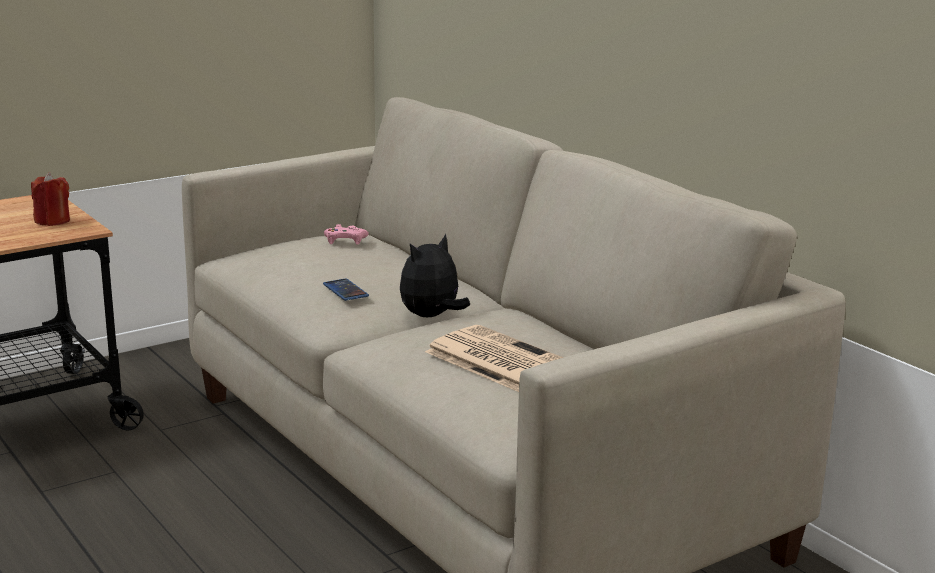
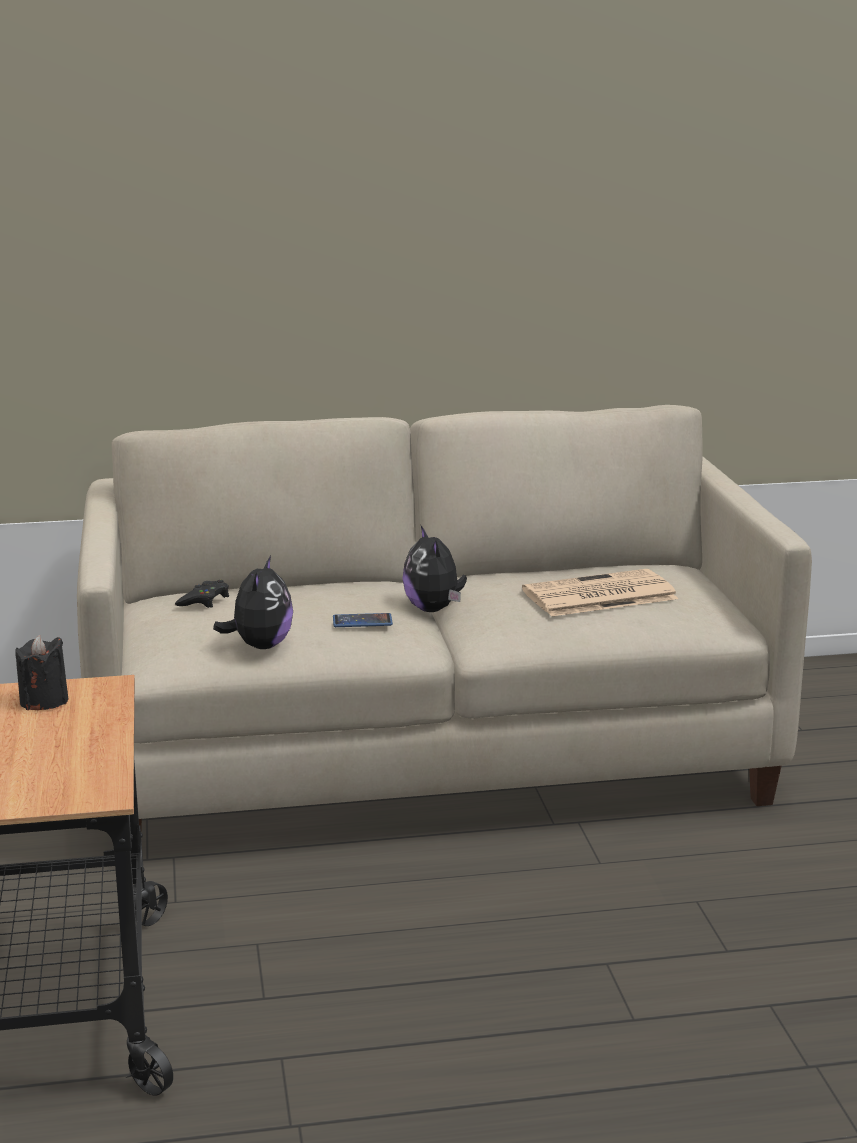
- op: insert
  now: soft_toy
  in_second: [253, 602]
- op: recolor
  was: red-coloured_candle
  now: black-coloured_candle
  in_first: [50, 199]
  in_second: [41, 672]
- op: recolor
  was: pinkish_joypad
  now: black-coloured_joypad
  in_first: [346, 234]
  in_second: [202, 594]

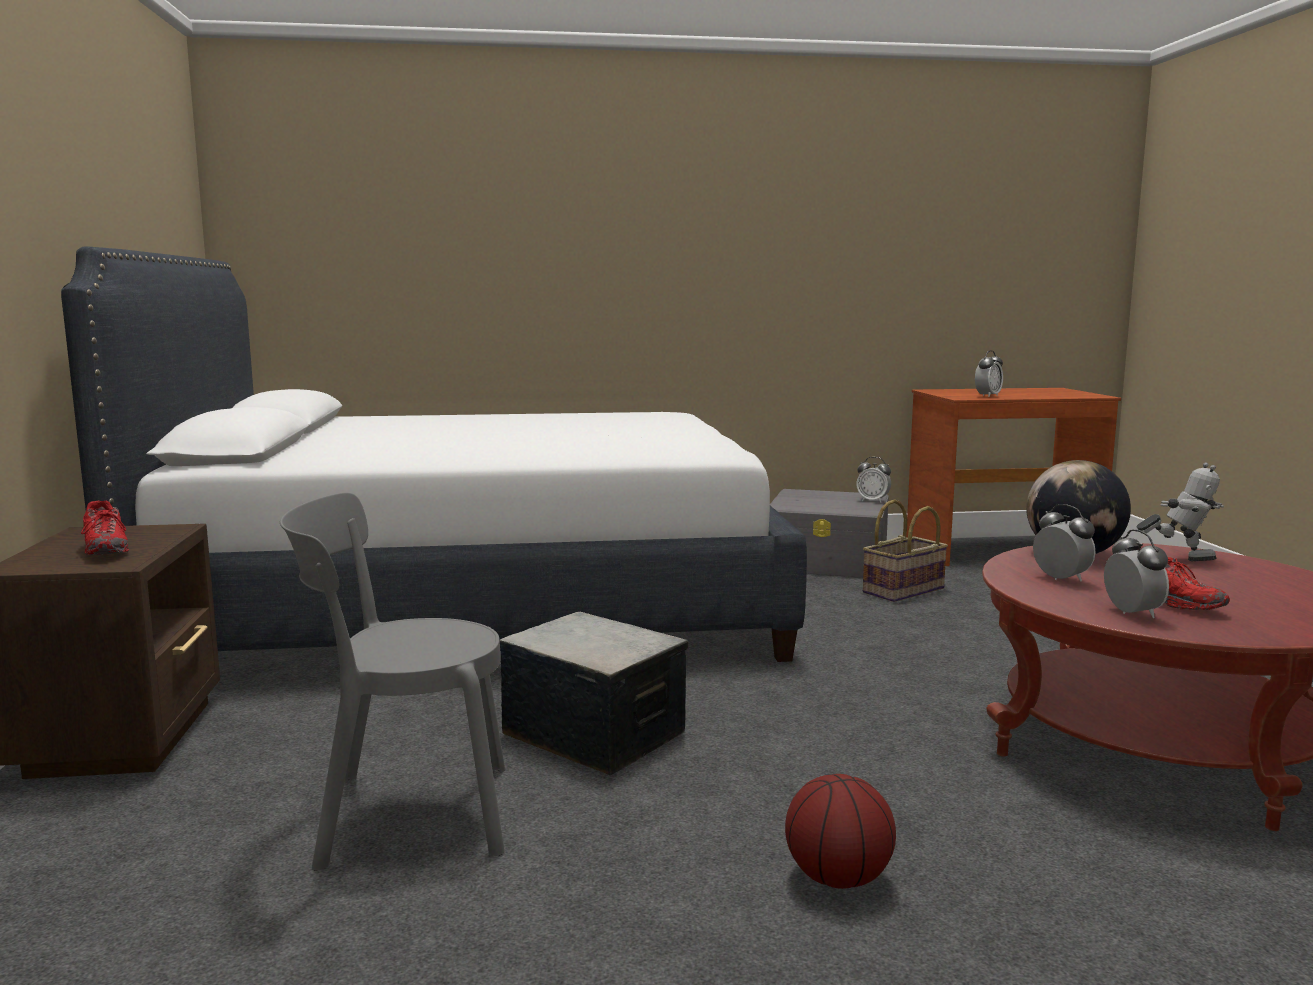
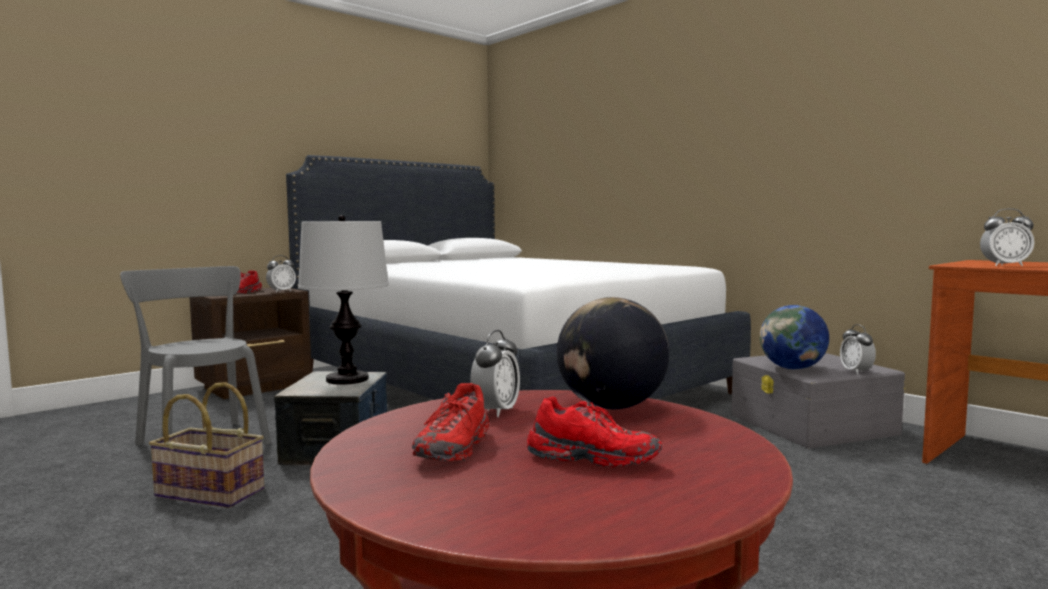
- op: delete
  was: ball_for_basketball
  in_first: [840, 831]
- op: delete
  was: model_robot
  in_first: [1180, 511]
- op: insert
  now: lamp_for_a_table
  in_second: [343, 300]
- op: insert
  now: red-coloured_item_of_footwear
  in_second: [594, 432]
- op: insert
  now: desk_globe
  in_second: [794, 337]
- op: move
  was: household_basket
  in_first: [905, 550]
  in_second: [206, 445]
- op: move
  was: alarm_clock
  in_first: [1136, 573]
  in_second: [281, 274]

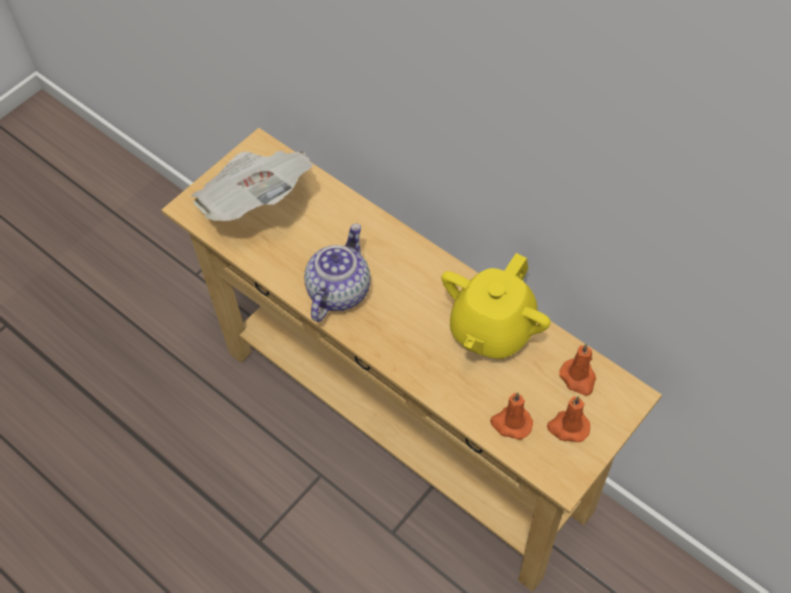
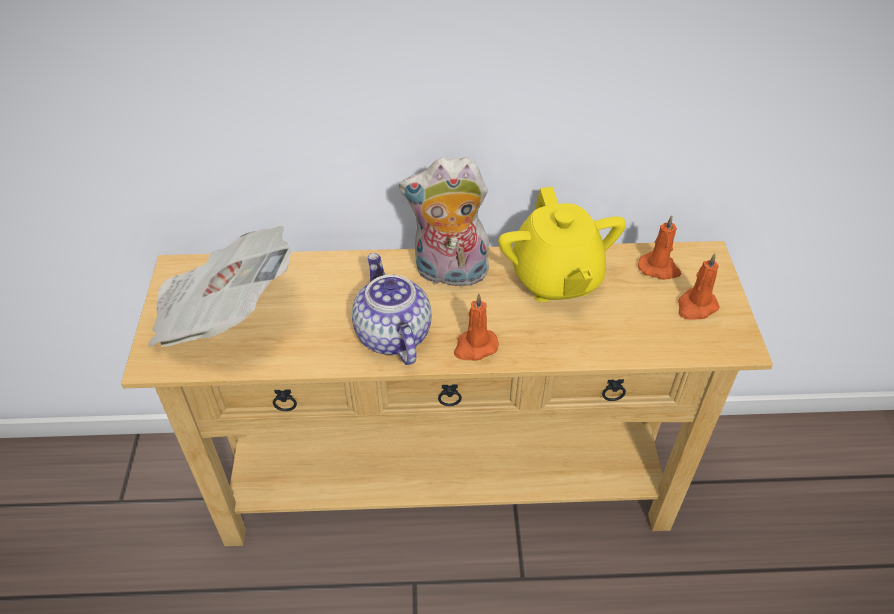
- op: insert
  now: soft_toy
  in_second: [444, 222]
- op: move
  was: orange_candle
  in_first: [511, 416]
  in_second: [476, 327]

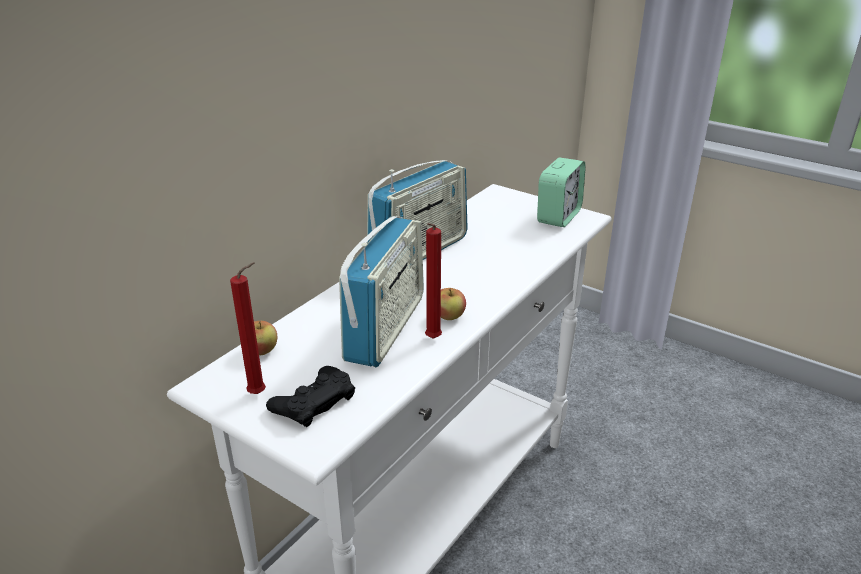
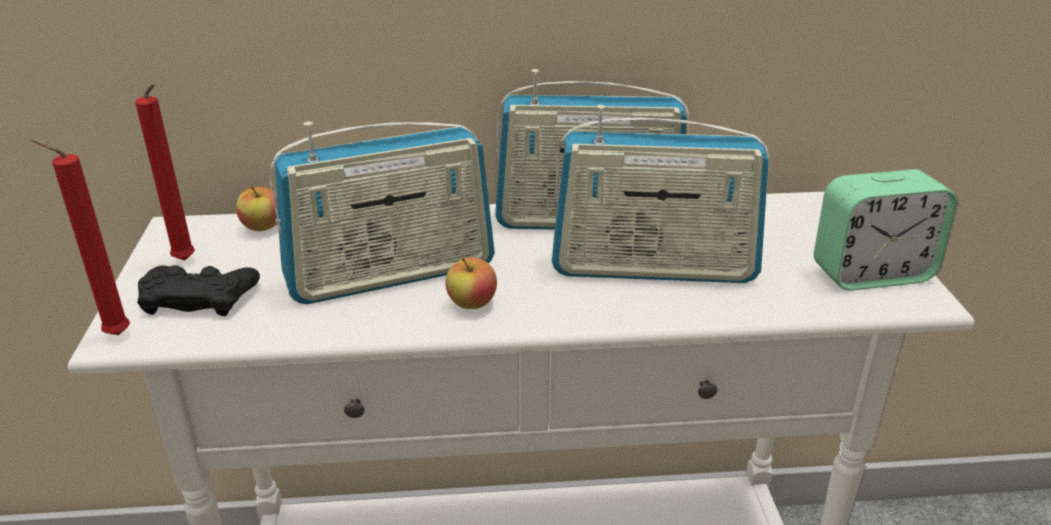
- op: insert
  now: radio_receiver
  in_second: [660, 194]
- op: move
  was: red-coloured_candle
  in_first: [433, 281]
  in_second: [80, 237]

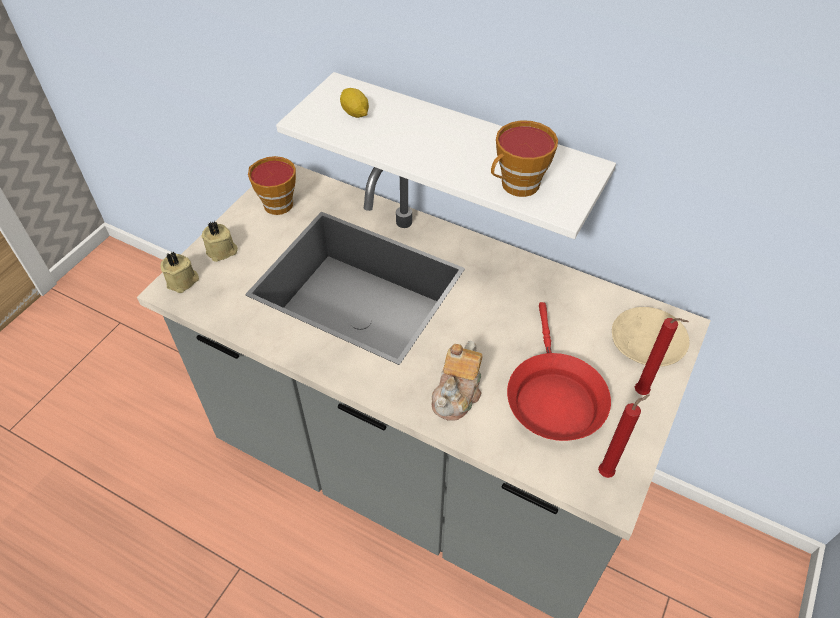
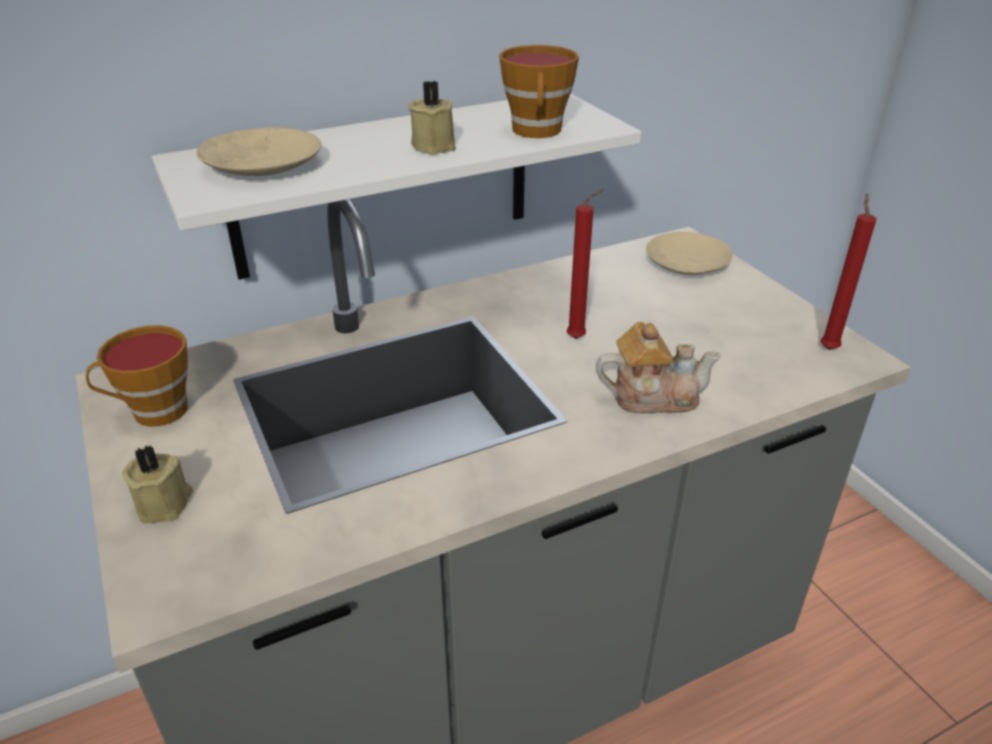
- op: delete
  was: red-coloured_skillet
  in_first: [559, 371]
- op: move
  was: sand-coloured_candle
  in_first: [179, 272]
  in_second: [432, 117]
- op: move
  was: red-coloured_candle
  in_first: [662, 356]
  in_second: [585, 264]
- op: replace
  was: lemon
  now: sand-coloured_flat_dish
  in_first: [354, 103]
  in_second: [258, 151]
- op: rotate
  was: tea_pot
  in_first: [457, 381]
  in_second: [658, 368]
  clockwise: -60

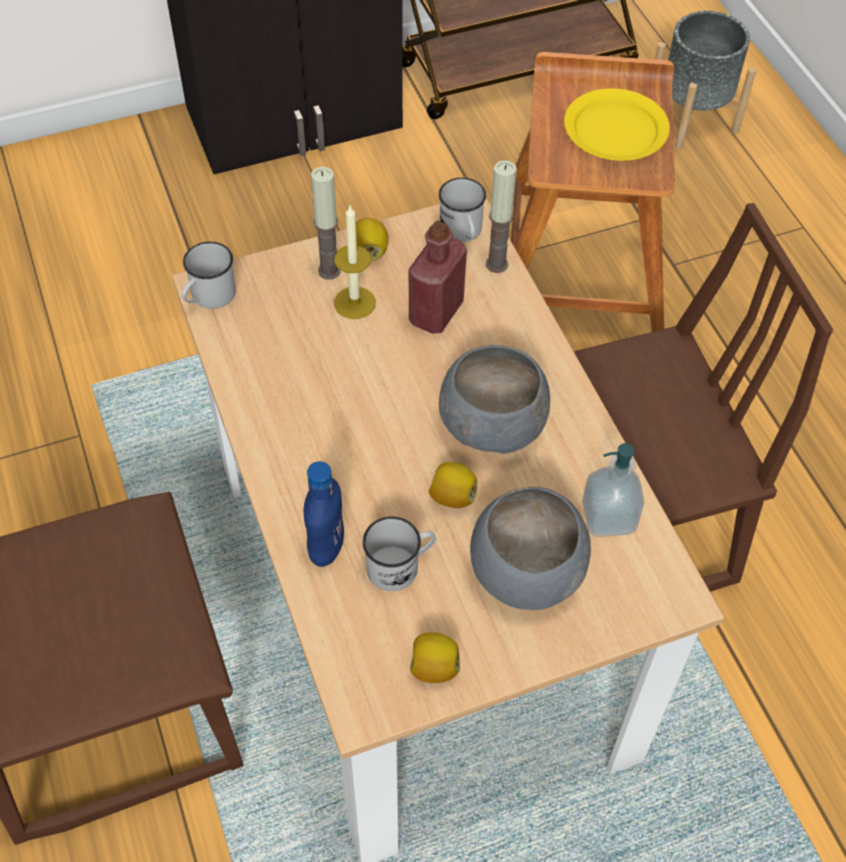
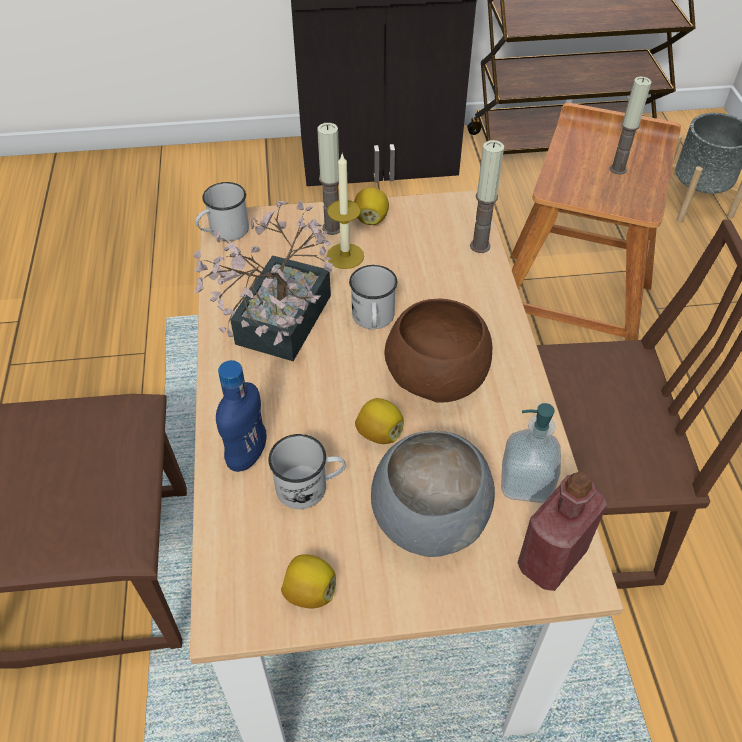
- op: insert
  now: potted_plant
  in_second: [263, 280]
- op: move
  was: red-coloured_beverage_bottle
  in_first: [437, 277]
  in_second: [563, 531]
- op: move
  was: white_tea_mug
  in_first: [462, 210]
  in_second: [373, 297]
- op: replace
  was: yellow-coloured_flat_dish
  now: candle
  in_first: [617, 124]
  in_second: [630, 126]
- op: recolor
  was: gray_serving_bowl
  now: brown_serving_bowl
  in_first: [494, 399]
  in_second: [438, 350]

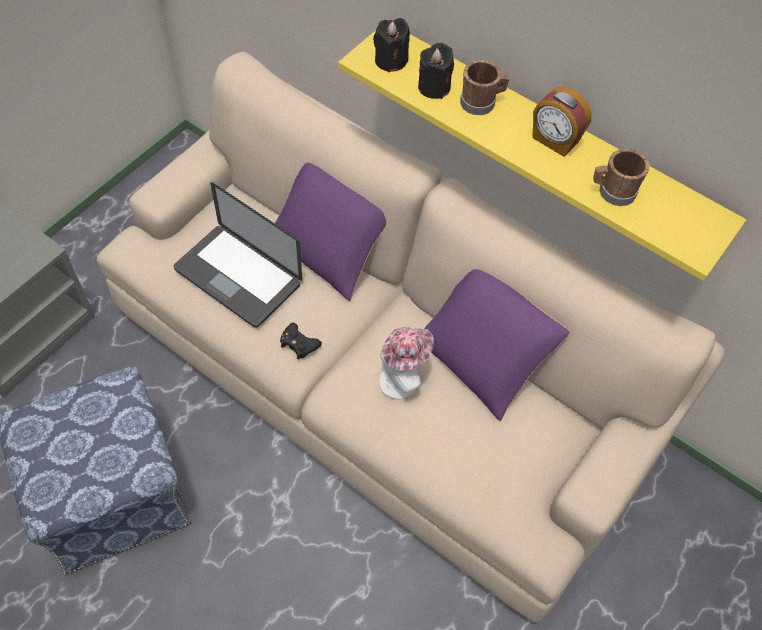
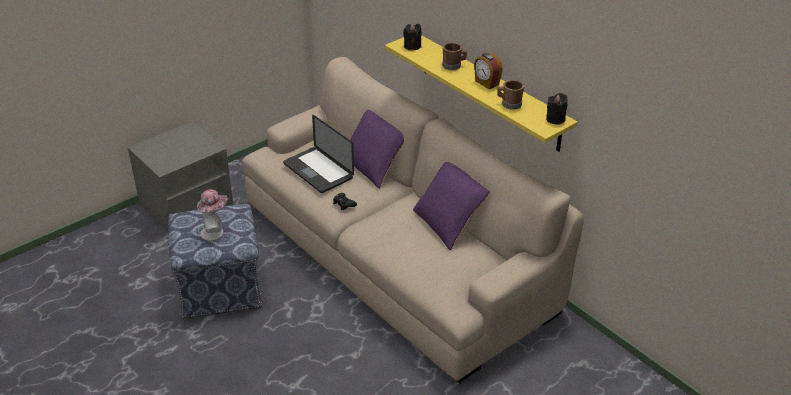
- op: move
  was: wearable_hat
  in_first: [406, 363]
  in_second: [212, 215]
- op: move
  was: black-coloured_candle
  in_first: [436, 71]
  in_second: [557, 109]

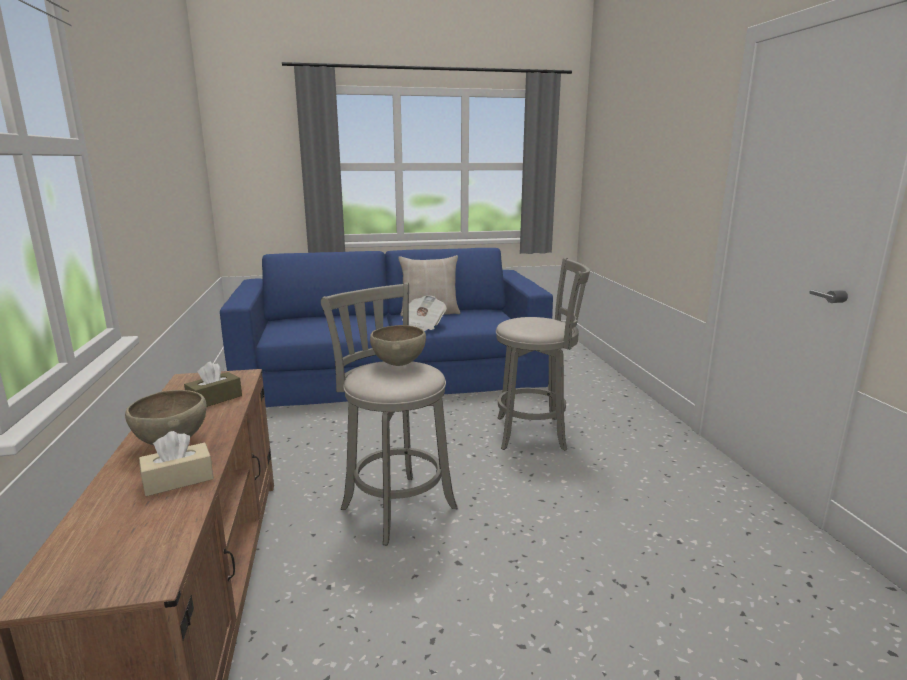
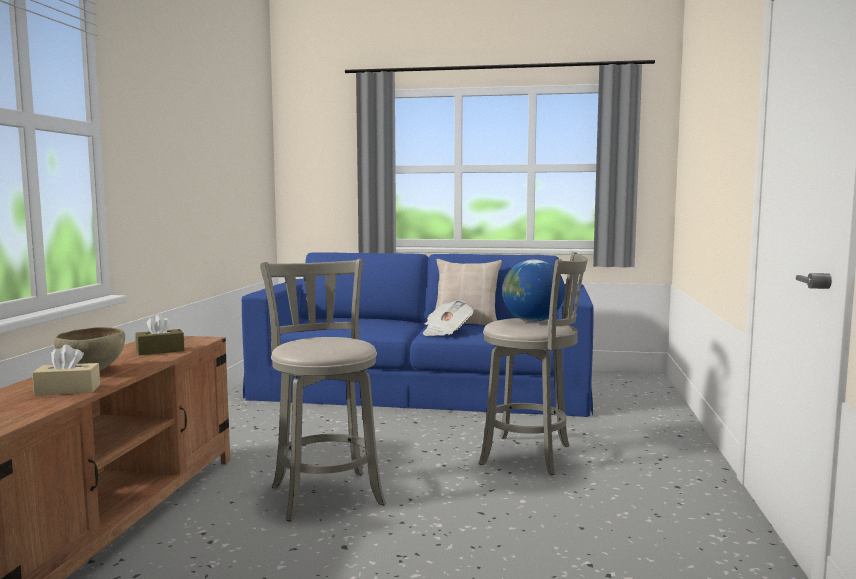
- op: delete
  was: brown_serving_bowl
  in_first: [398, 345]
- op: insert
  now: desk_globe
  in_second: [533, 290]

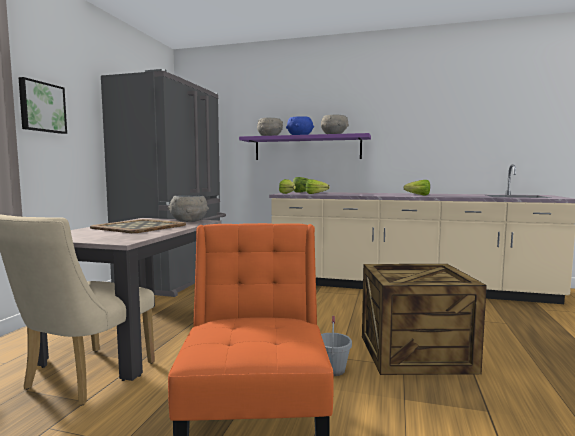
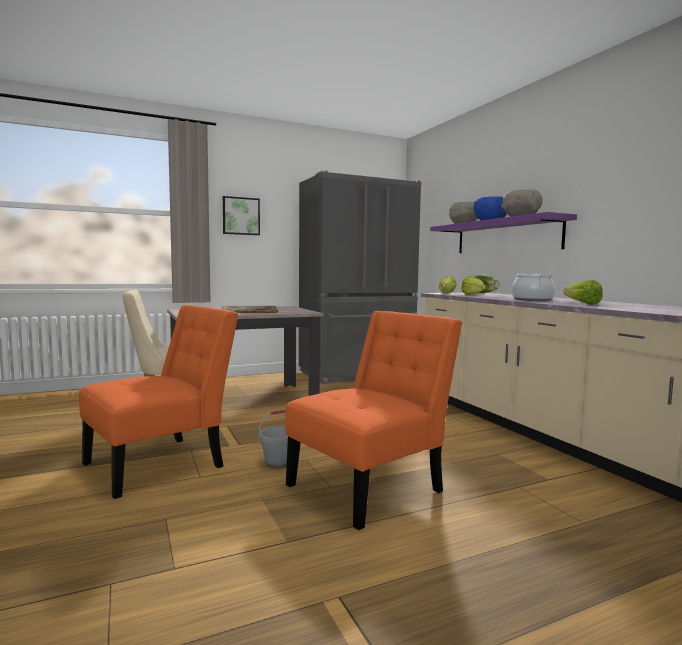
- op: delete
  was: gray_serving_bowl
  in_first: [188, 208]
- op: insert
  now: saucepot
  in_second: [533, 287]
- op: replace
  was: crate
  now: orange_upright_chair
  in_first: [424, 319]
  in_second: [373, 420]

